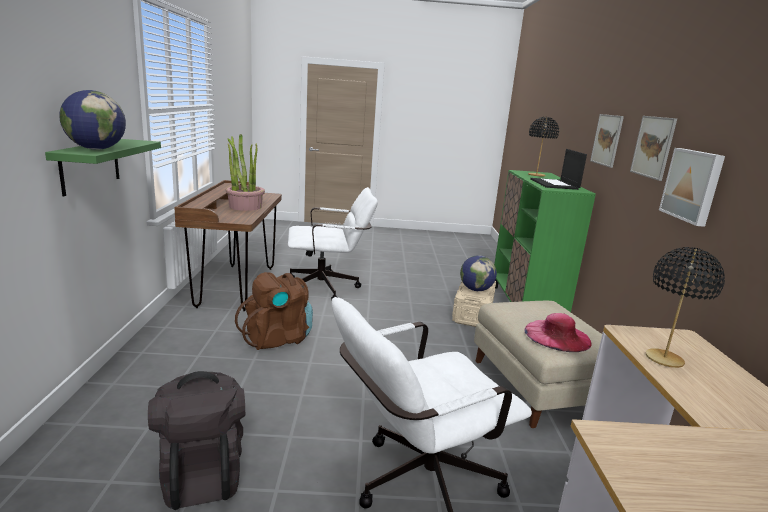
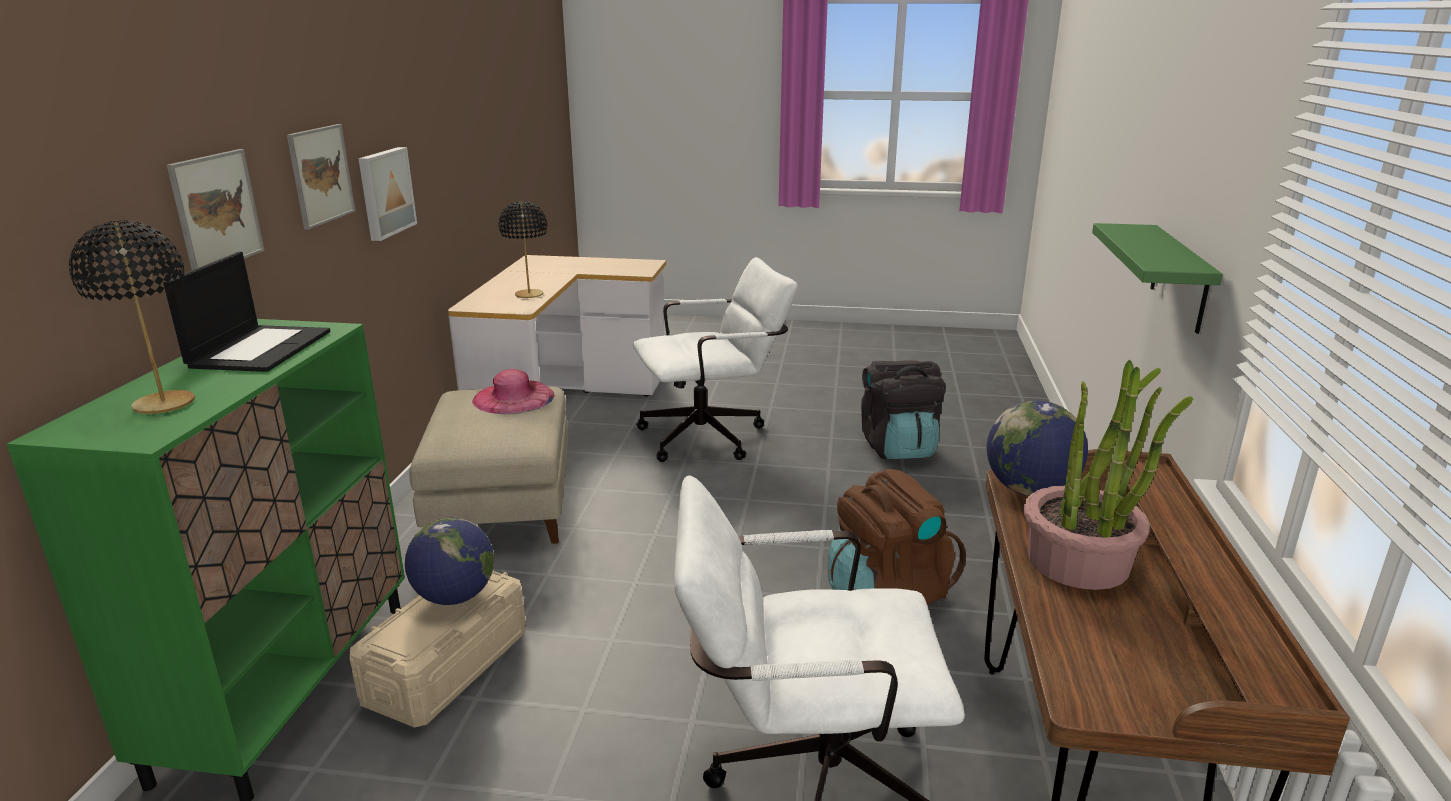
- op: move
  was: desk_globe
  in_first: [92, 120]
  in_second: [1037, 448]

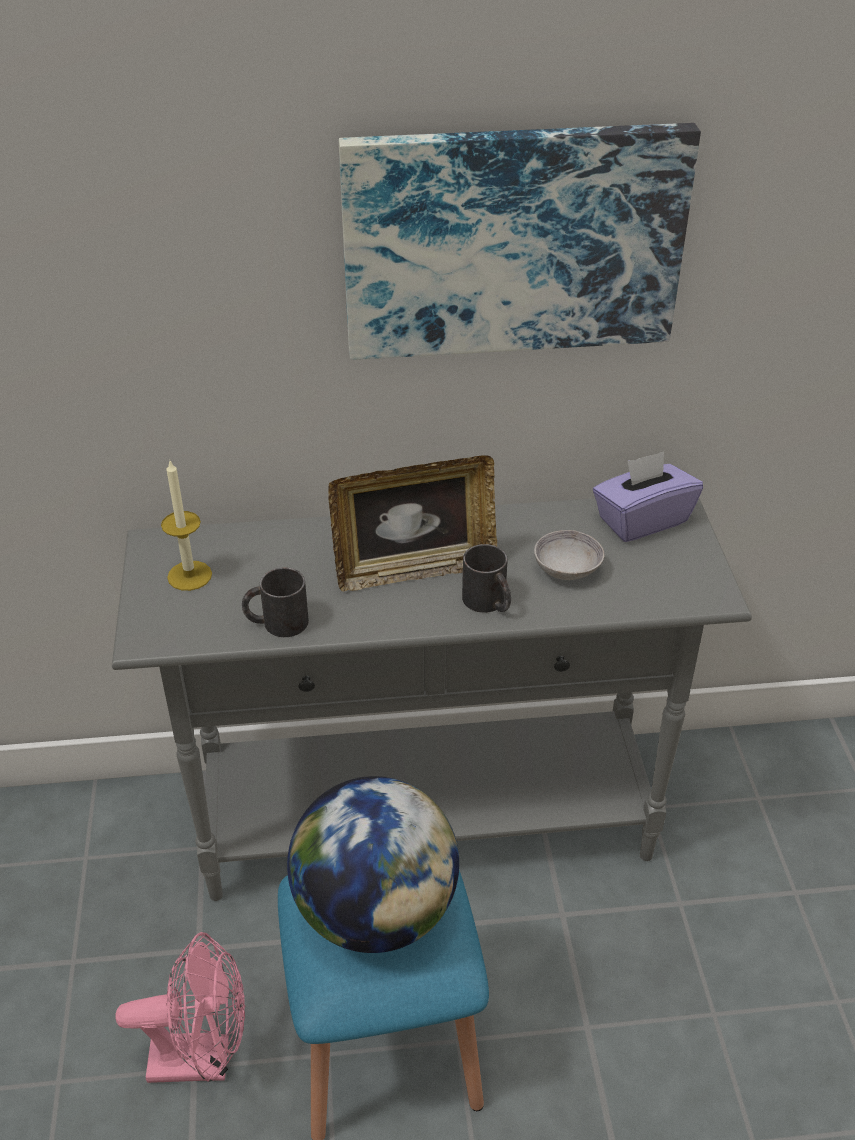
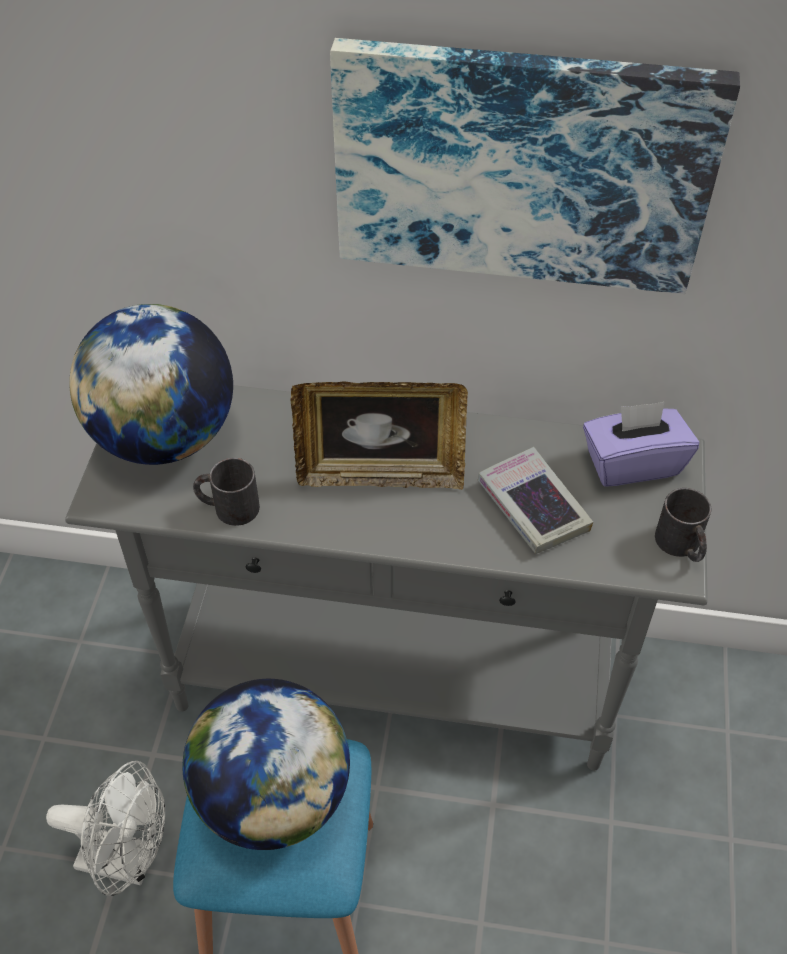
- op: move
  was: black-coloured_tea_mug
  in_first: [486, 578]
  in_second: [683, 525]
- op: replace
  was: candle
  now: desk_globe
  in_first: [186, 526]
  in_second: [151, 384]
- op: replace
  was: gray_serving_bowl
  now: book
  in_first: [569, 555]
  in_second: [535, 500]
- op: recolor
  was: pinkish_fan
  now: white_fan
  in_first: [180, 1007]
  in_second: [105, 828]

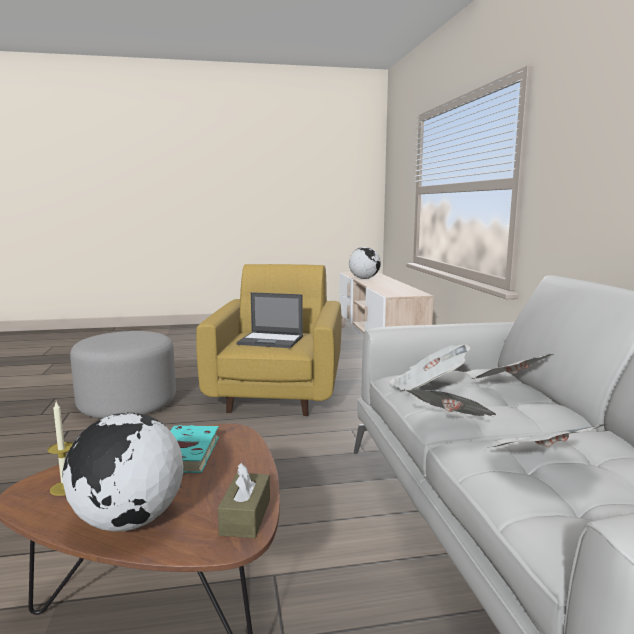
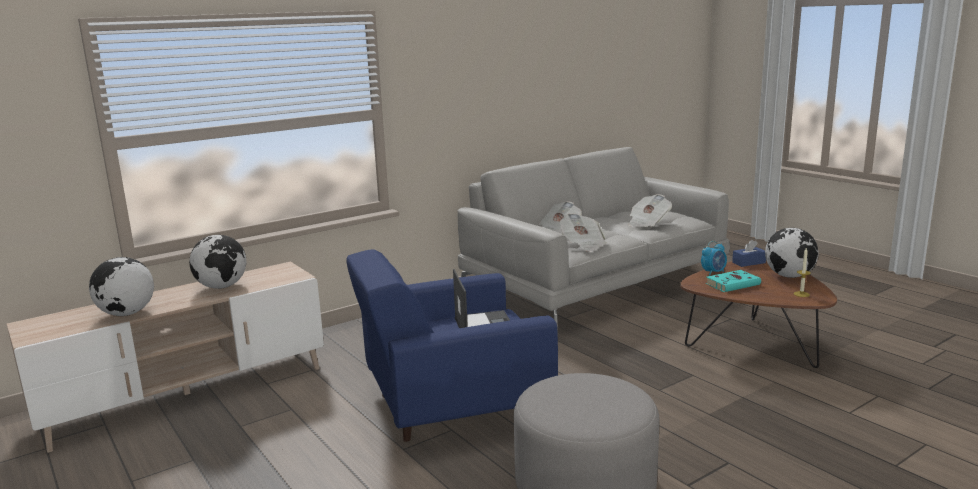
- op: delete
  was: newspaper
  in_first: [450, 403]
- op: insert
  now: desk_globe
  in_second: [217, 262]
- op: insert
  now: alarm_clock
  in_second: [714, 258]
- op: recolor
  was: yellow-coloured_lounge_chair
  now: blue_lounge_chair
  in_first: [269, 340]
  in_second: [452, 345]
- op: recolor
  was: brown_tissue_box
  now: blue_tissue_box
  in_first: [244, 500]
  in_second: [749, 253]

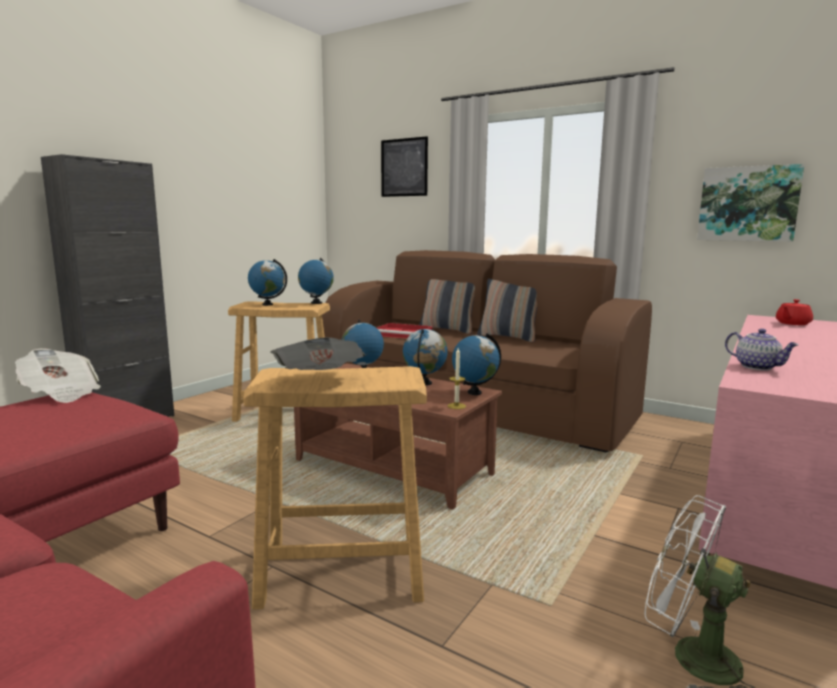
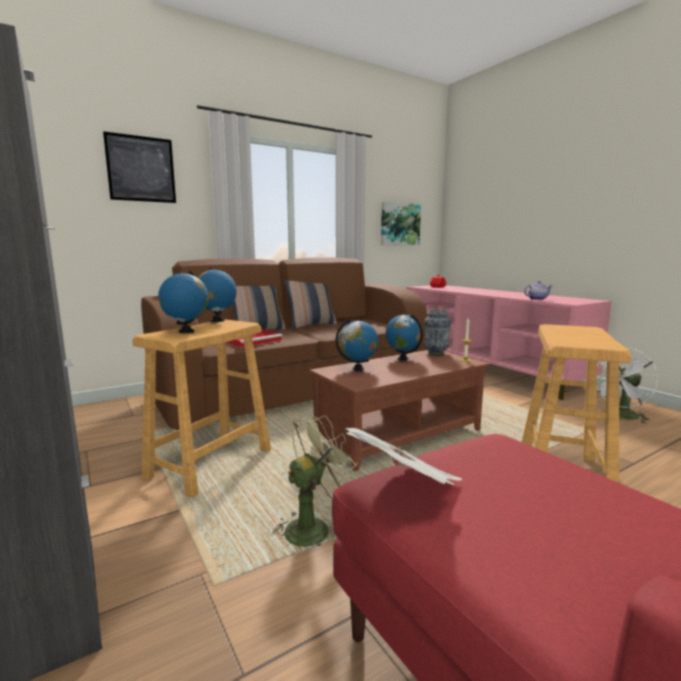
- op: delete
  was: newspaper
  in_first: [318, 353]
- op: insert
  now: green_fan
  in_second: [313, 481]
- op: replace
  was: desk_globe
  now: decorative_vase
  in_first: [476, 364]
  in_second: [437, 332]

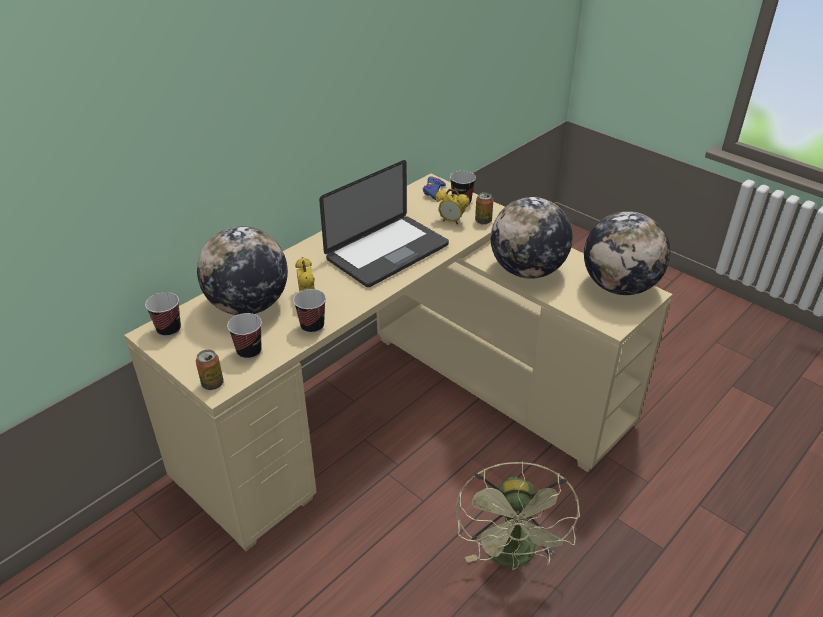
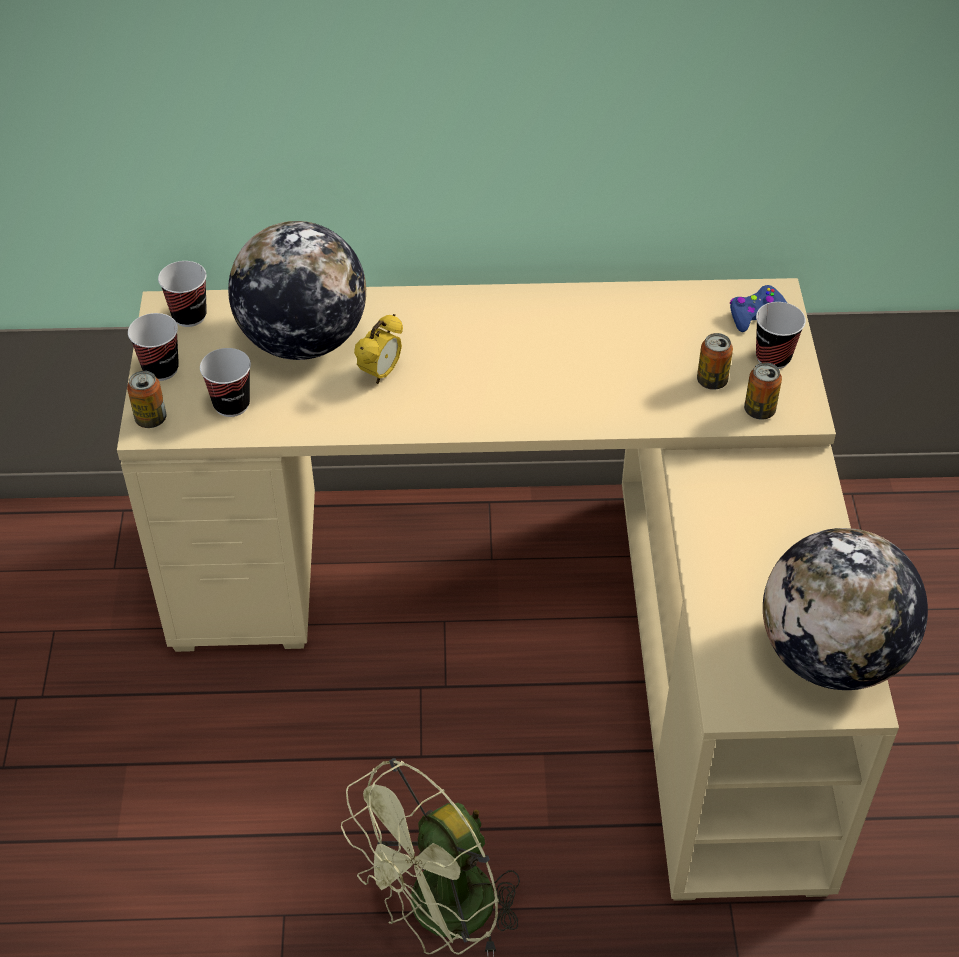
- op: delete
  was: laptop
  in_first: [384, 223]
- op: delete
  was: desk_globe
  in_first: [532, 238]
- op: move
  was: cup
  in_first: [309, 311]
  in_second: [153, 347]
- op: replace
  was: alarm_clock
  now: sealed_can
  in_first: [452, 207]
  in_second: [715, 361]

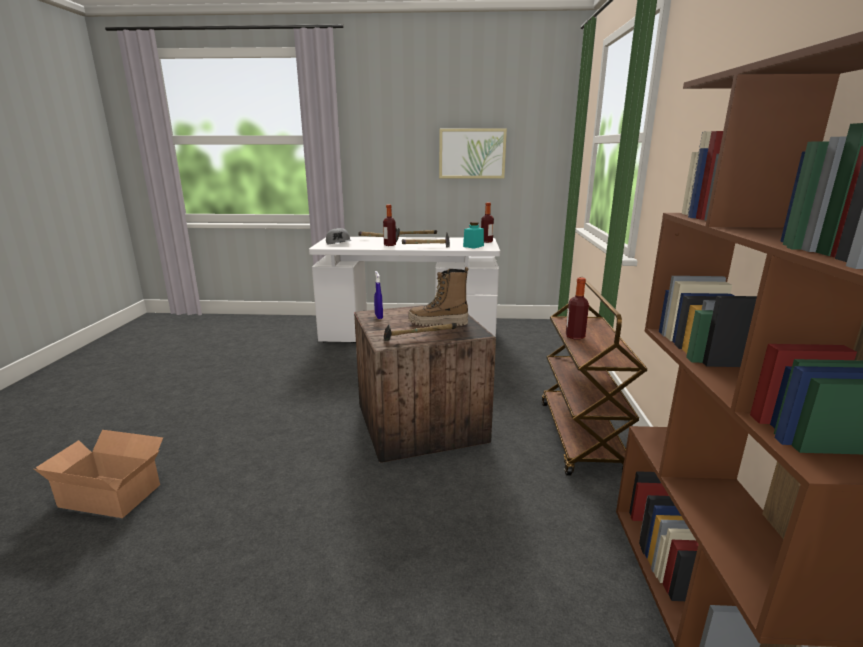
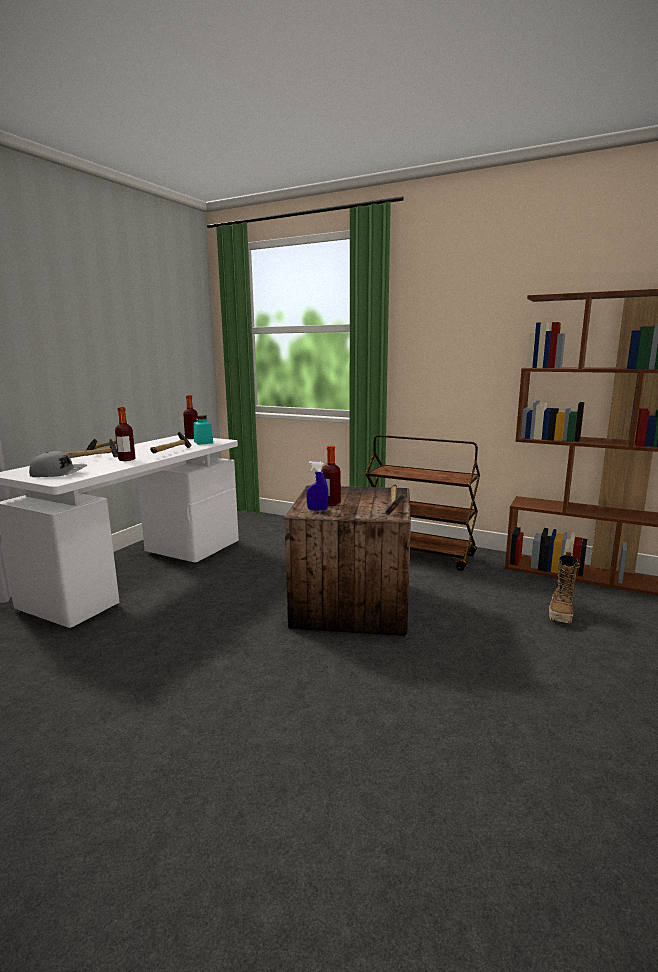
- op: delete
  was: carton
  in_first: [98, 474]
- op: delete
  was: wall_art
  in_first: [473, 153]
- op: move
  was: boot
  in_first: [438, 296]
  in_second: [564, 587]
- op: move
  was: beverage_bottle
  in_first: [577, 308]
  in_second: [331, 476]

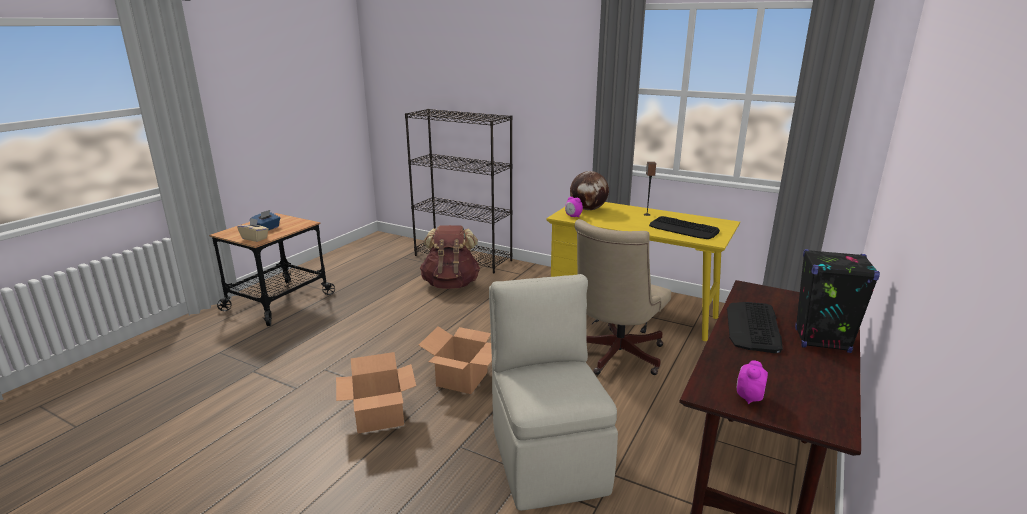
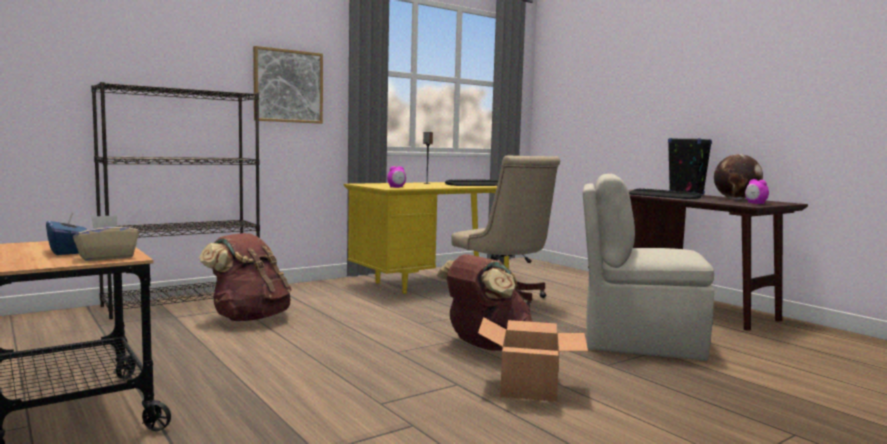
- op: insert
  now: wall_art
  in_second: [288, 85]
- op: move
  was: desk_globe
  in_first: [589, 190]
  in_second: [738, 176]
- op: replace
  was: carton
  now: brown_backpack
  in_first: [455, 360]
  in_second: [485, 302]

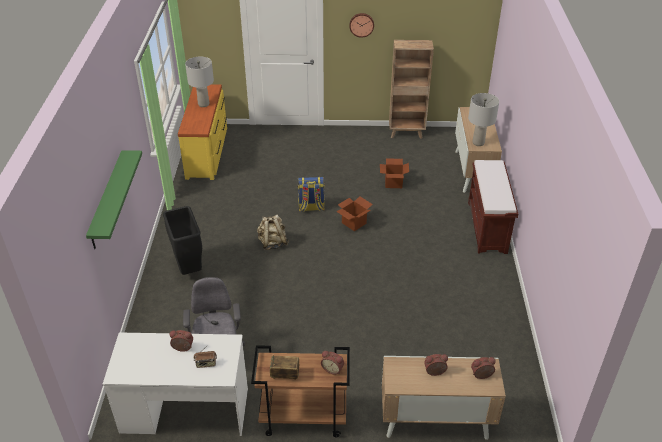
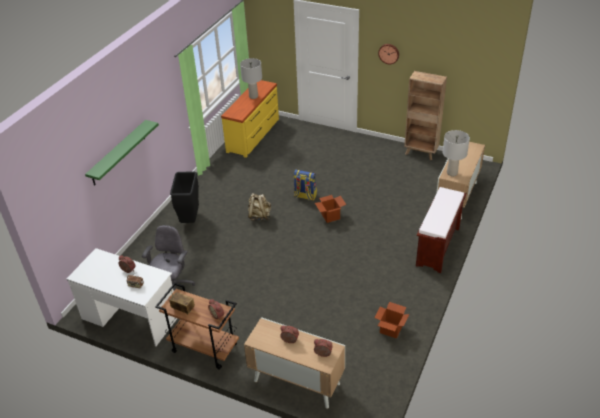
- op: move
  was: carton
  in_first: [394, 173]
  in_second: [391, 320]

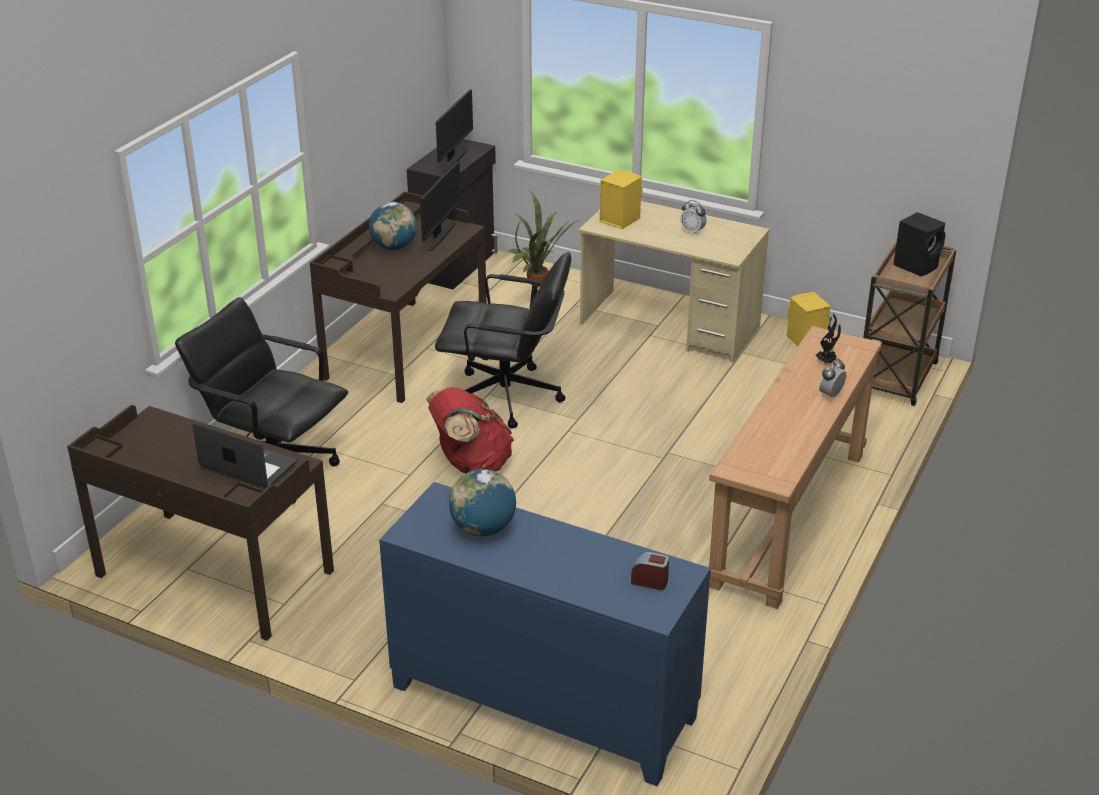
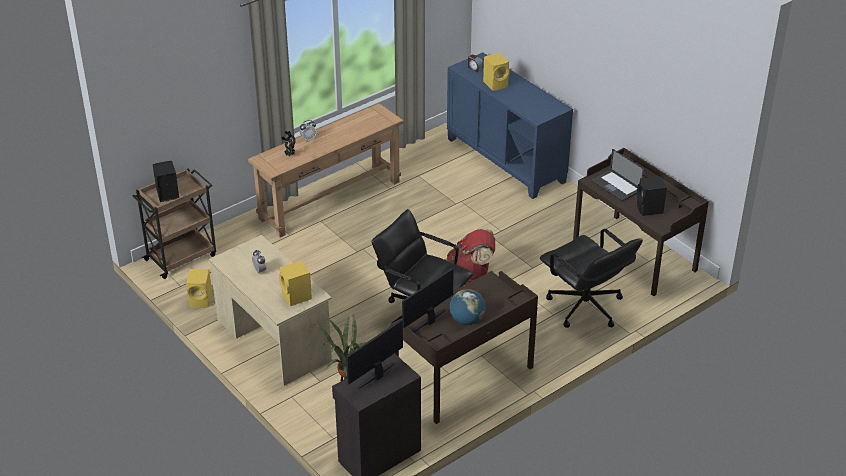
- op: delete
  was: desk_globe
  in_first: [482, 502]
- op: insert
  now: yellow-coloured_loudspeaker
  in_second: [496, 72]
- op: insert
  now: black-coloured_loudspeaker
  in_second: [652, 196]

